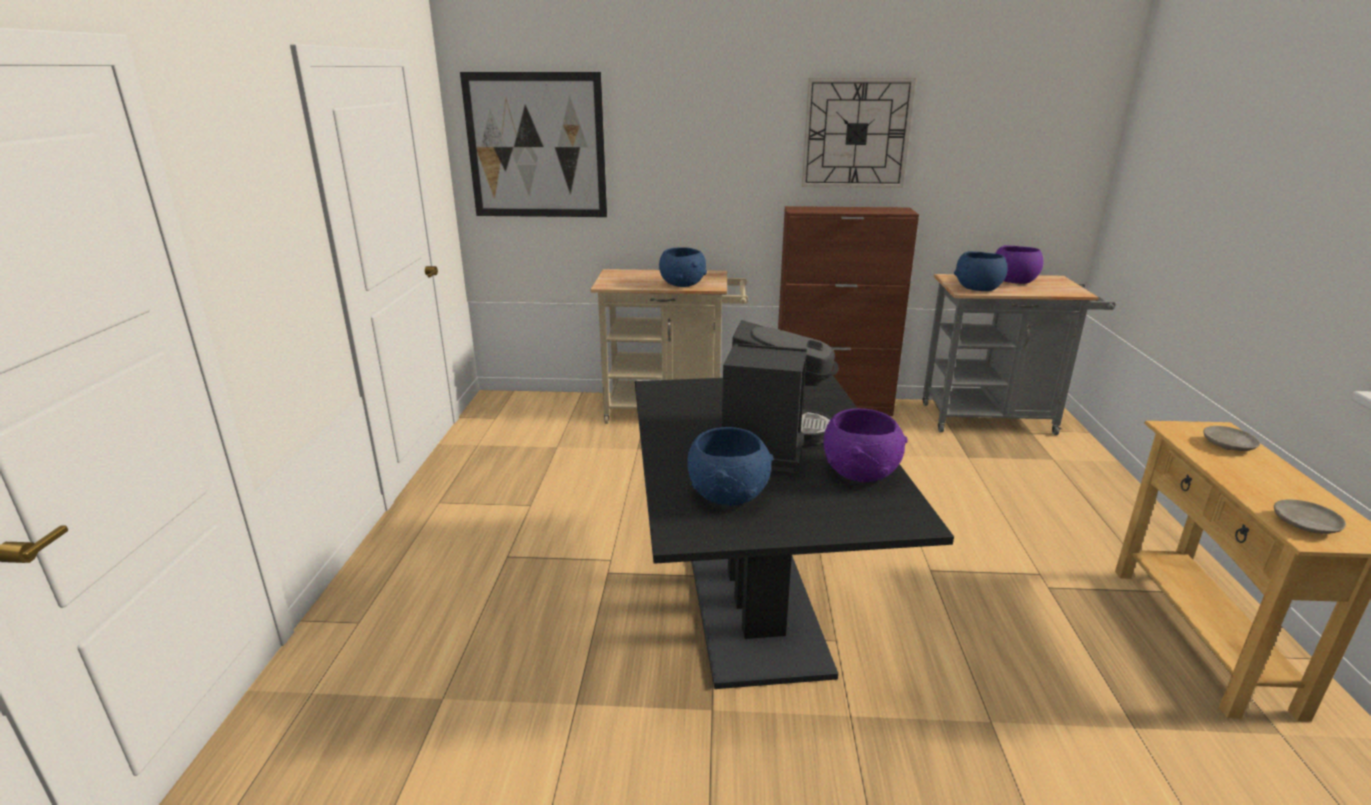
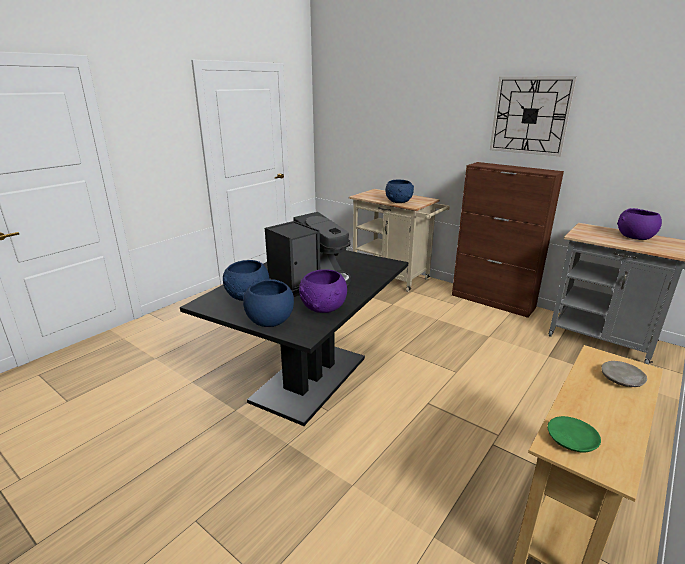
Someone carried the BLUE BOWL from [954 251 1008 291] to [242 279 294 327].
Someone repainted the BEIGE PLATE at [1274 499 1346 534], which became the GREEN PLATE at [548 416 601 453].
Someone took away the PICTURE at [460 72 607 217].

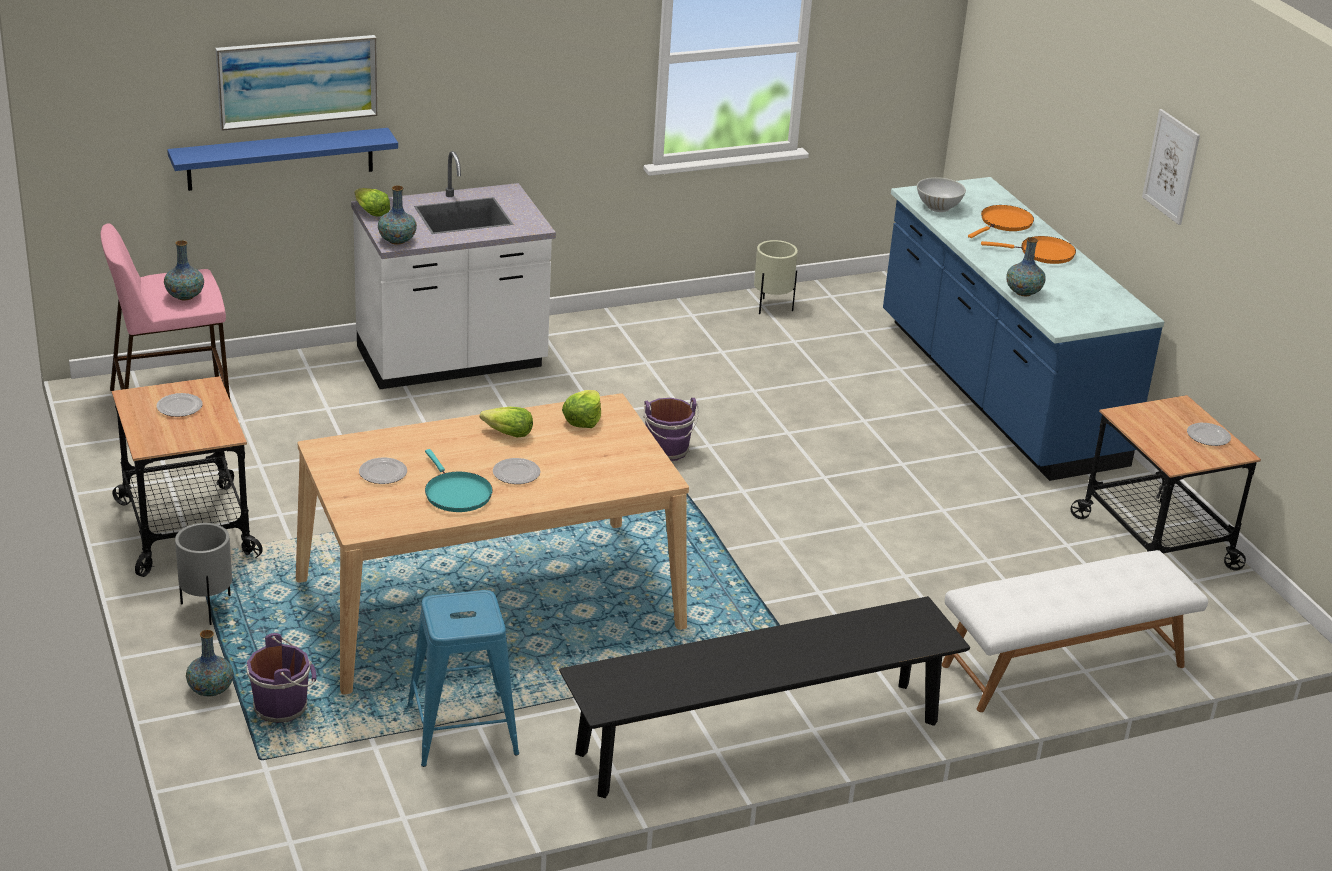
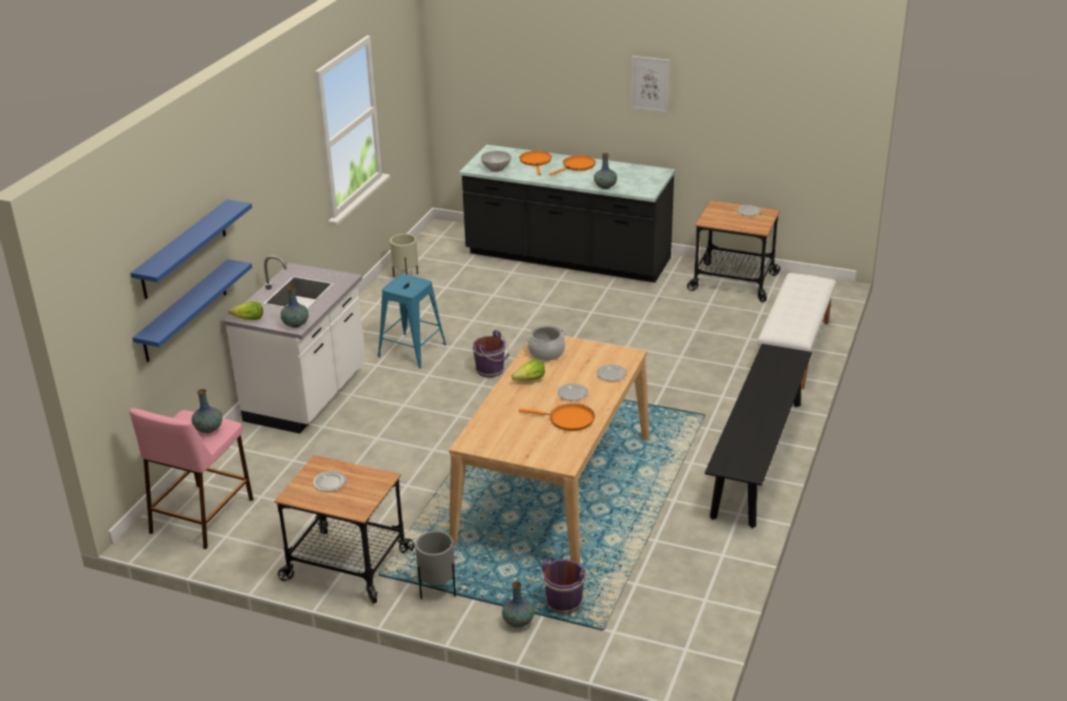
Someone swapped the PICTURE at [215 35 378 131] for the BLUE SHELF at [130 199 252 299].
Someone carried the BLUE STOOL from [407 590 519 767] to [378 274 446 368].
Someone repainted the BLUE COUNTER at [883 177 1165 481], which became the BLACK COUNTER at [459 145 675 283].
Someone repainted the TURQUOISE FRYING PAN at [425 449 493 512], which became the ORANGE FRYING PAN at [519 403 595 431].
Someone swapped the LETTUCE at [562 390 601 428] for the COOKING POT at [526 325 566 361].
Someone carried the PLATE from [359 458 407 484] to [596 365 627 381].

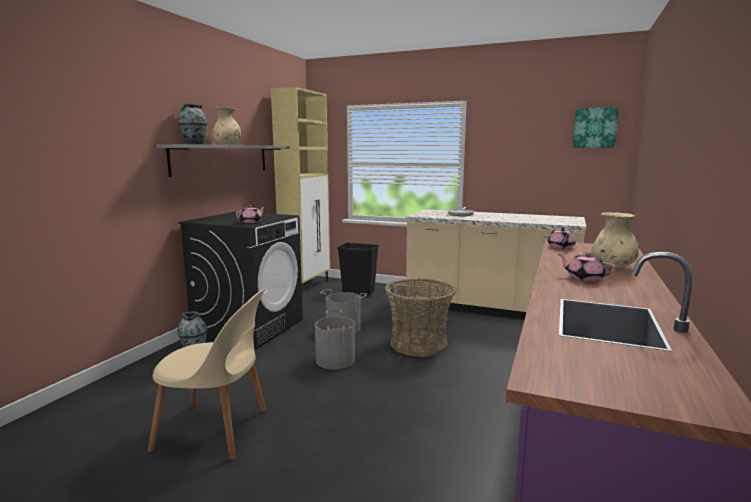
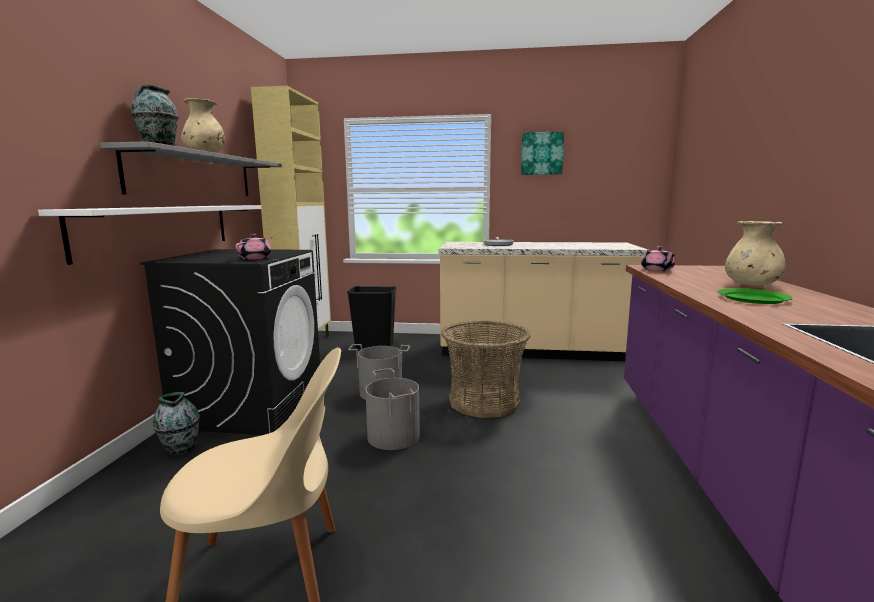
Someone put up the WHITE SHELF at [38 205 261 265].
Someone carried the PICTURE from [573 107 619 148] to [521 131 564 175].
Someone swapped the PINK TEAPOT at [558 252 616 282] for the GREEN PLATE at [718 288 793 304].

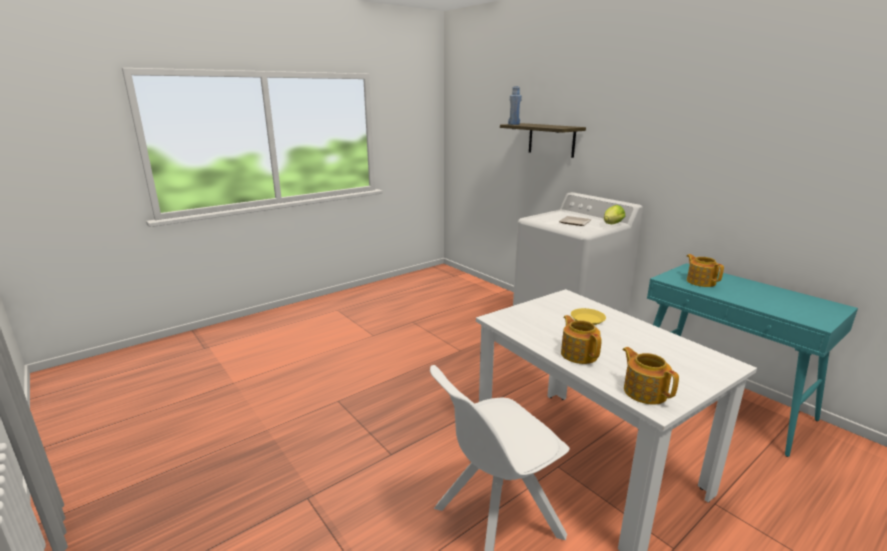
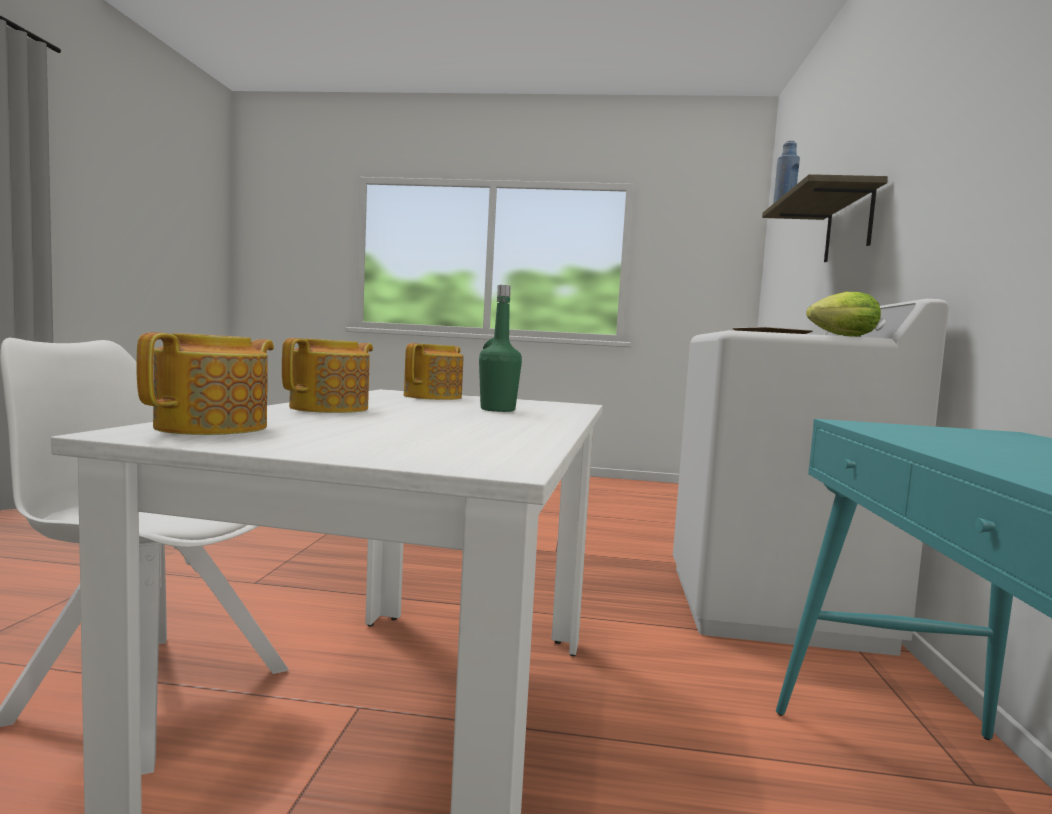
Someone carried the TEAPOT from [687 254 724 287] to [404 343 463 400].
Someone swapped the YELLOW PLATE at [571 308 606 325] for the GREEN BOTTLE at [479 285 522 412].

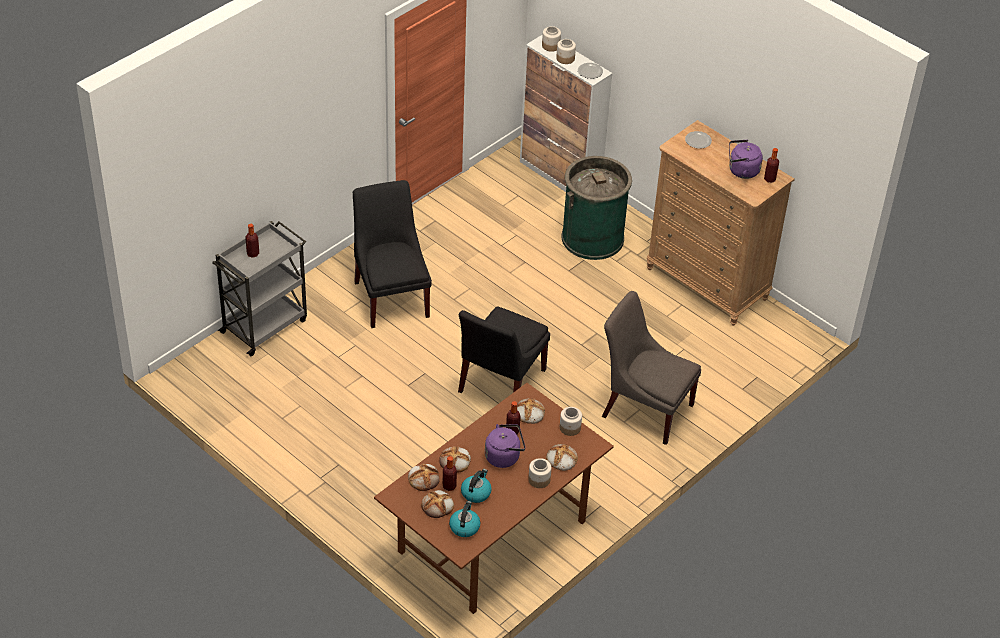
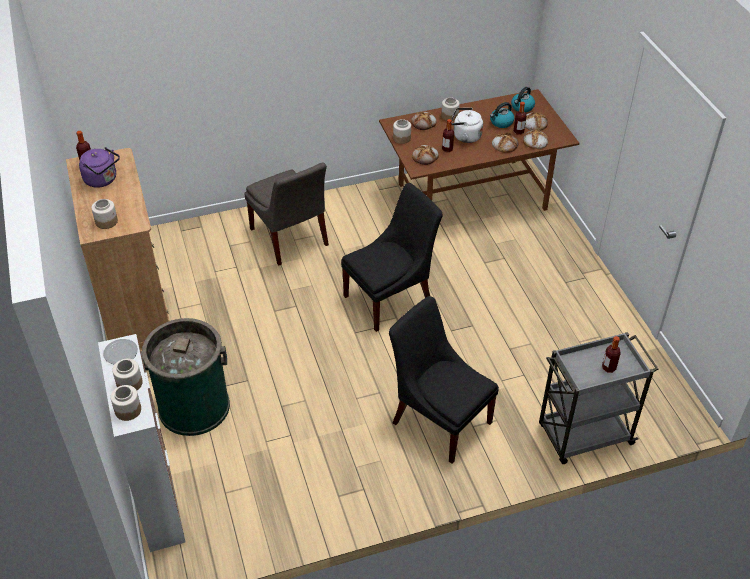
Someone swapped the PLATE at [685 131 712 149] for the JAR at [91 199 118 229].
Someone rotated the BLACK CHAIR at [353 180 432 328] by 120 degrees clockwise.
Someone repainted the PURPLE KETTLE at [485 424 525 468], which became the WHITE KETTLE at [451 108 483 143].

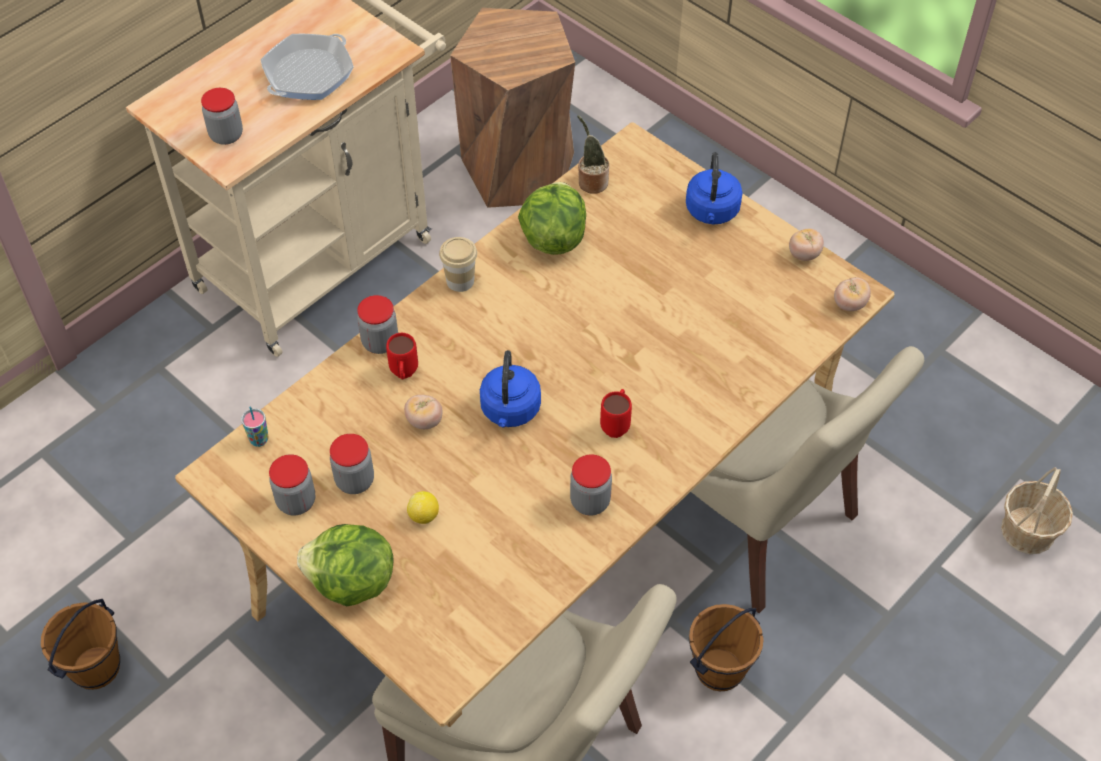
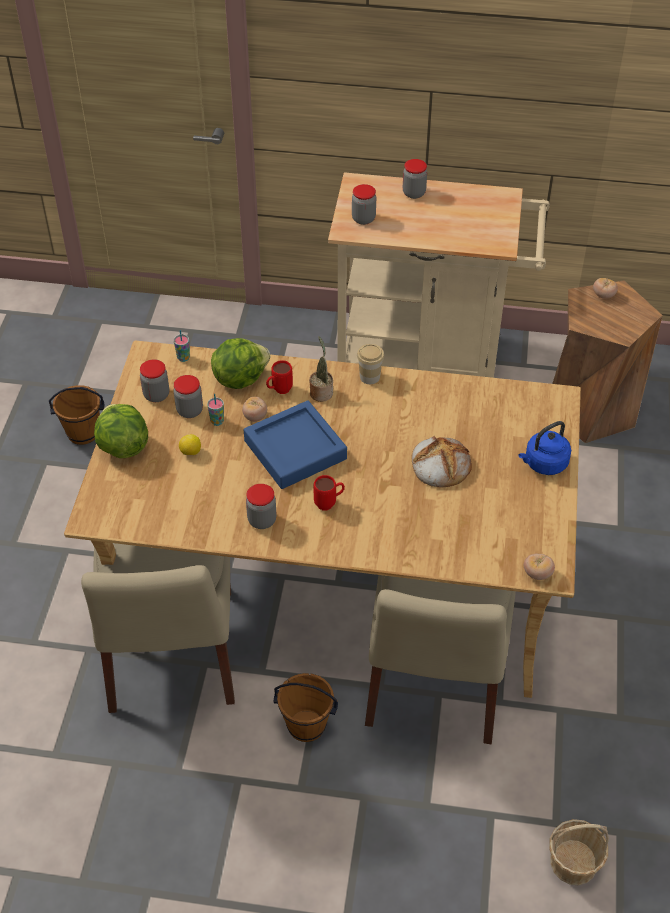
Someone put down the CUP at [207 394 224 426].
Someone carried the LETTUCE from [518 182 586 255] to [211 338 271 389].
Someone swapped the BLUE KETTLE at [480 350 541 427] for the BLUE TRAY at [244 400 347 489].
Someone carried the POTTED PLANT from [577 115 609 194] to [309 336 333 402].
Someone carried the JAR from [357 295 398 354] to [403 159 427 199].
Someone put down the BREAD at [411 436 472 487].
Someone carried the TOMATO from [789 229 824 261] to [593 278 618 299].
Someone took away the FRYING PAN at [260 34 354 100].

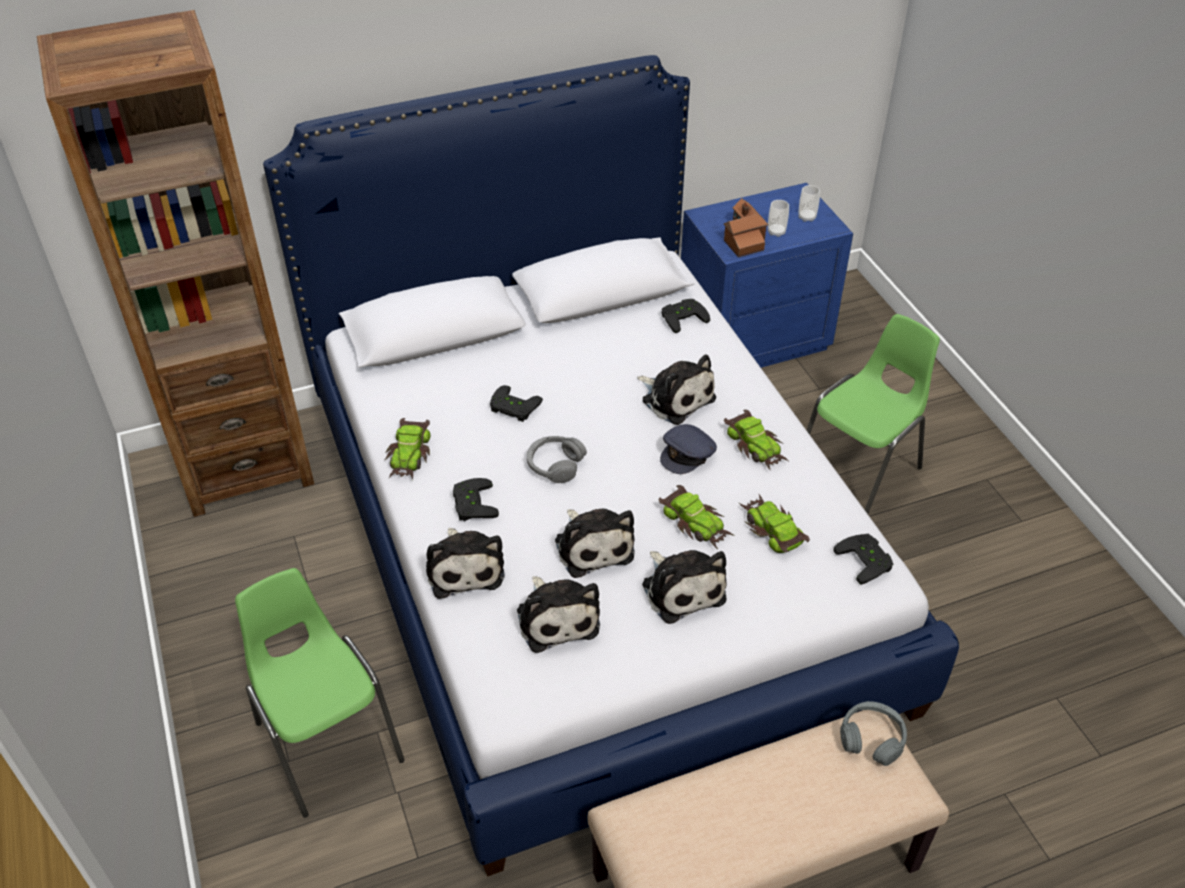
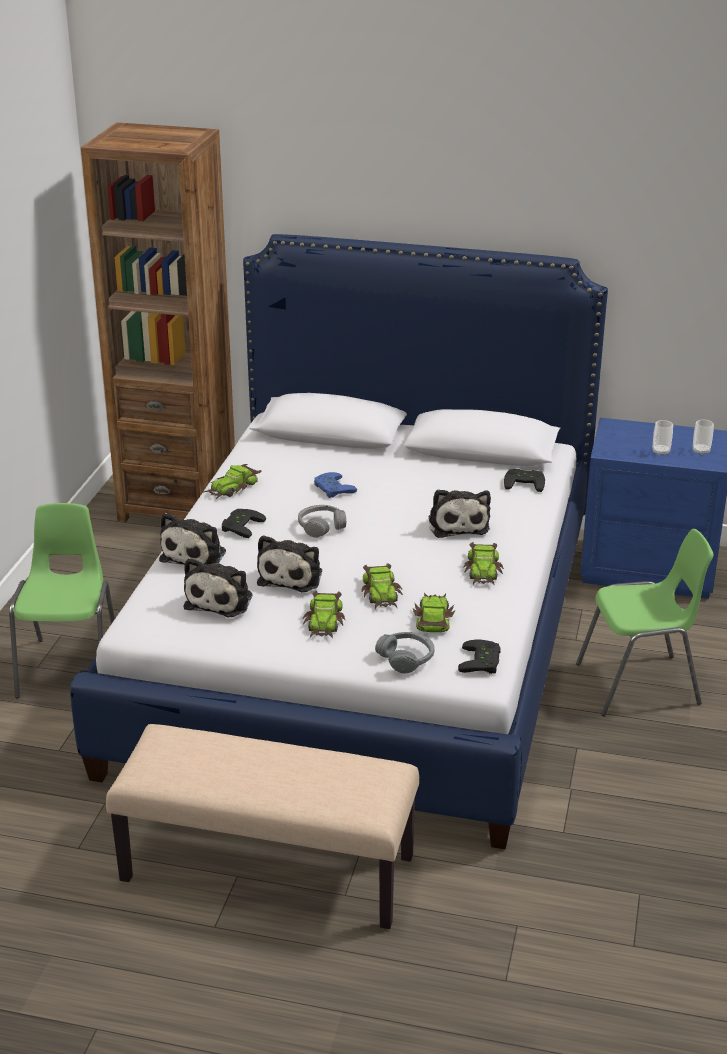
Someone swapped the PLUSH TOY at [642 550 727 624] for the TOY CAR at [303 591 345 639].
Someone repainted the BLACK GAME CONTROLLER at [490 385 543 422], which became the BLUE GAME CONTROLLER at [314 472 357 498].
Someone carried the GREY HEADPHONES from [840 701 907 766] to [375 632 435 673].
Someone took away the GREY CAP at [660 424 717 474].
Someone took away the TOY HOUSE at [724 198 768 257].

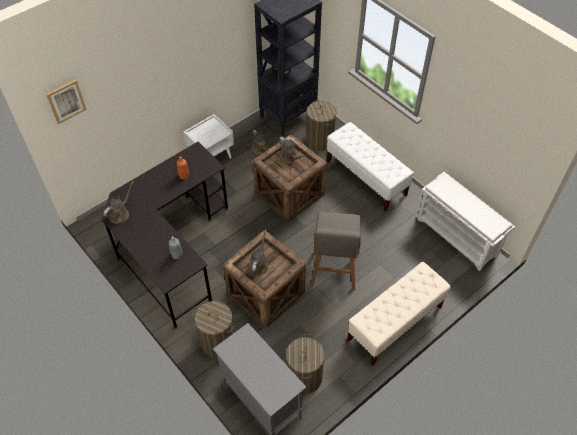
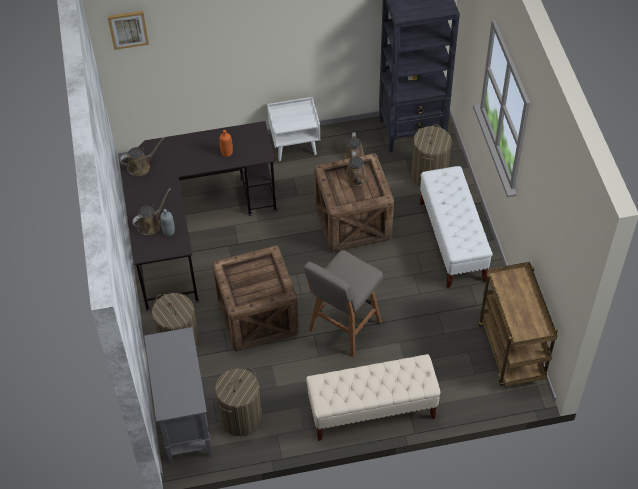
Someone carried the BROWN WATERING CAN from [248 229 269 276] to [132 188 171 235].
Someone swapped the WHITE SHOE RACK at [417 172 515 271] for the BROWN CART at [478 262 558 387].

